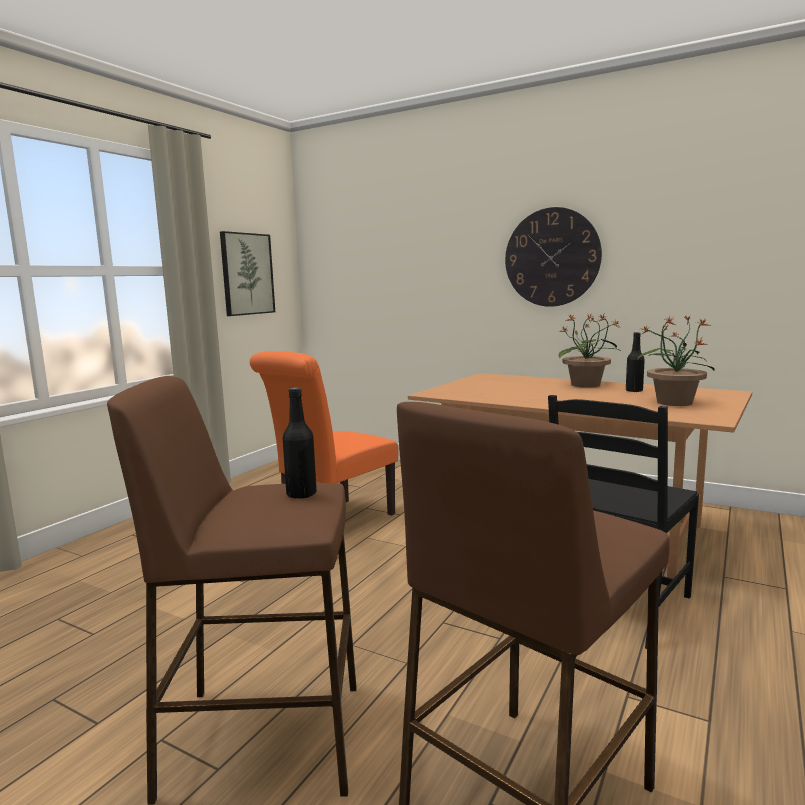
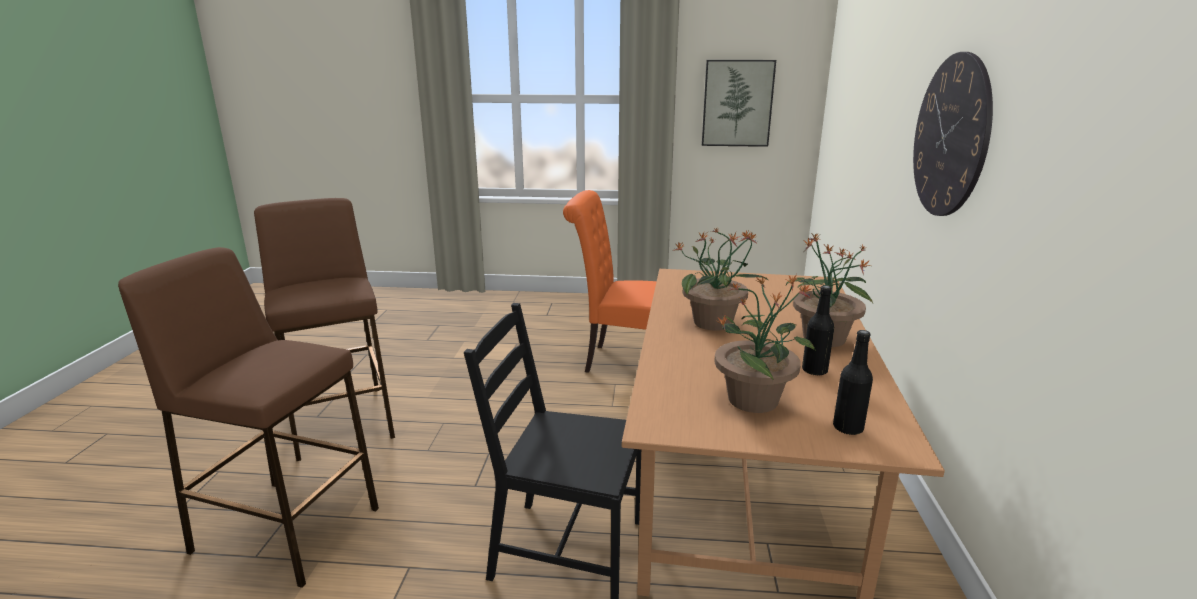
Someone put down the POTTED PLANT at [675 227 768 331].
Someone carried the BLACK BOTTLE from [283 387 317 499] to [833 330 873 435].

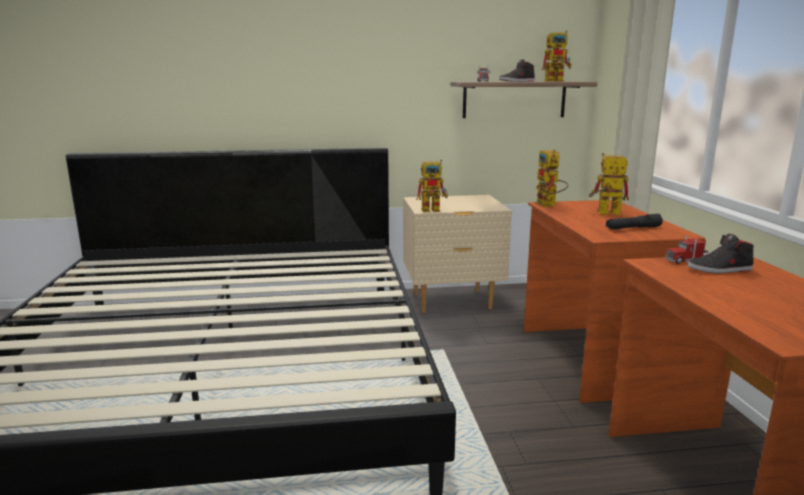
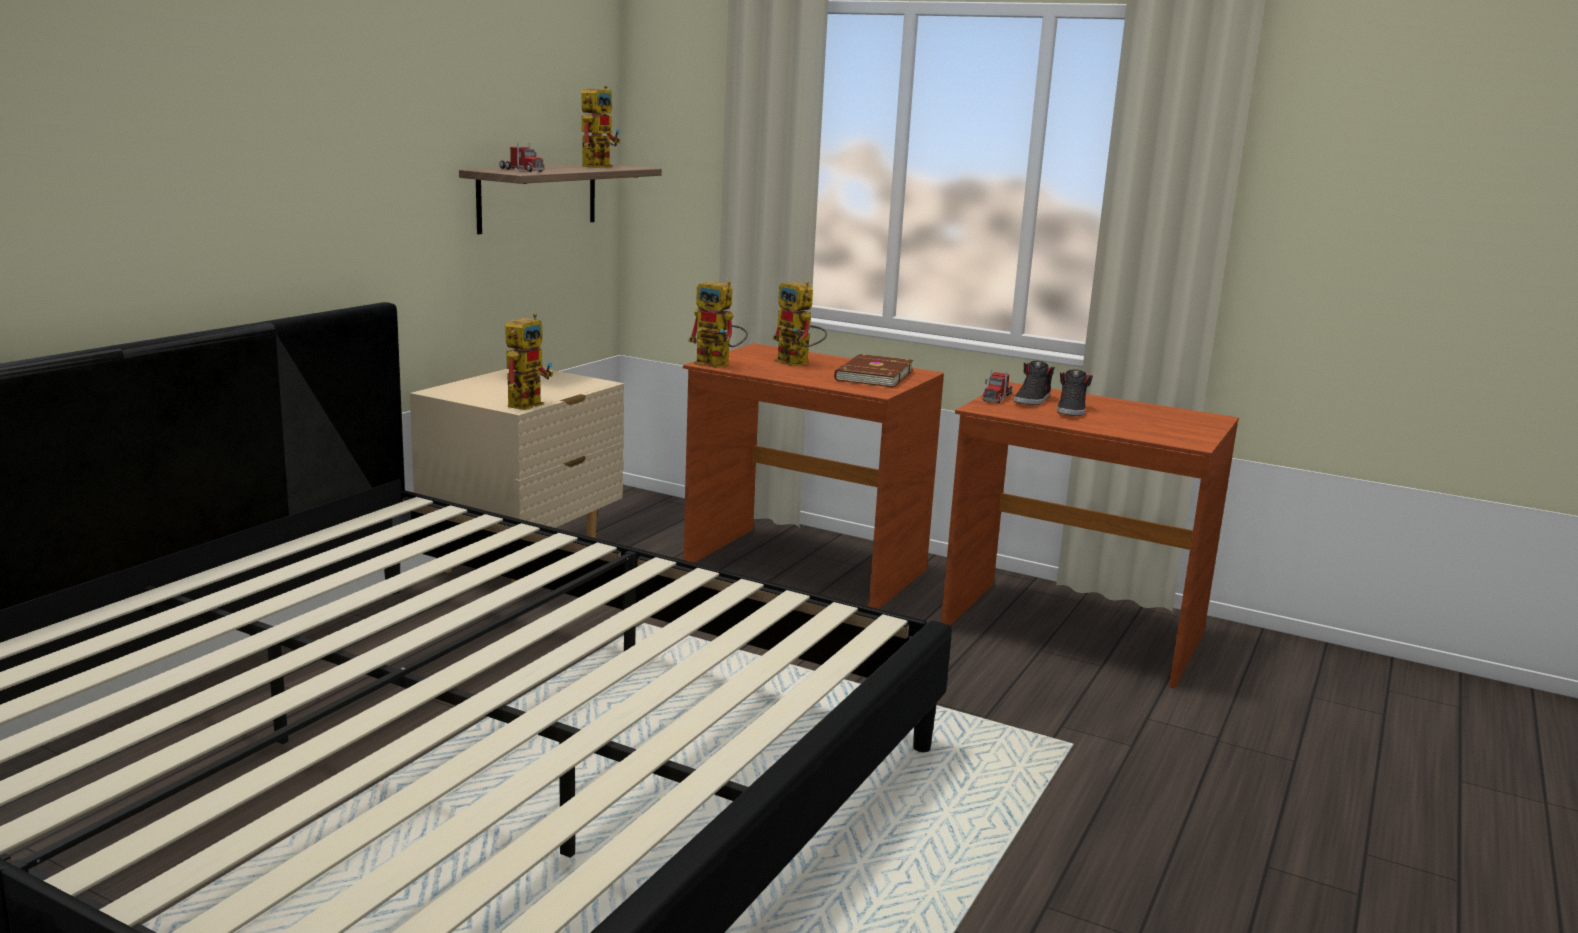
Someone rotated the TOY ROBOT at [589 153 629 215] by 90 degrees counterclockwise.
Someone swapped the BLACK FLASHLIGHT at [606 214 663 230] for the BROWN BOOK at [834 354 914 387].
Someone carried the BLACK SHOE from [499 59 535 82] to [1057 369 1093 416].

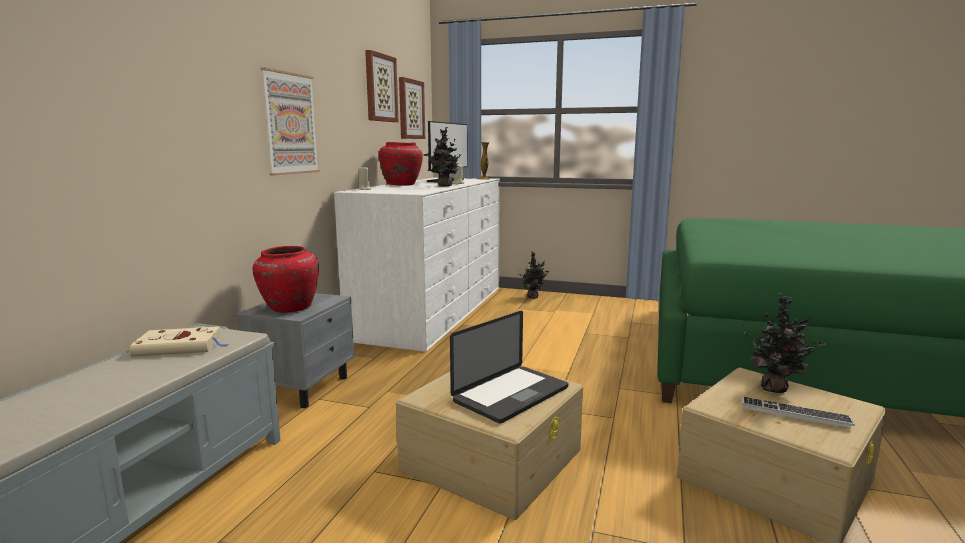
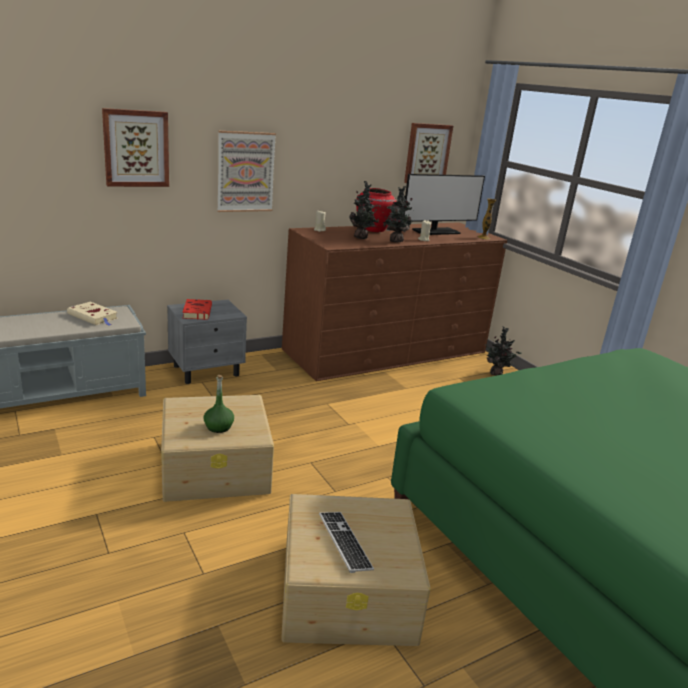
Someone carried the PICTURE from [365 50 399 122] to [102 108 169 187].
Someone swapped the RED VASE at [253 246 319 313] for the RED BOOK at [182 299 212 320].
Someone swapped the LAPTOP at [450 310 568 424] for the GREEN BOTTLE at [204 375 234 433].
Someone repainted the WHITE DRESSER at [334 177 500 352], which became the BROWN DRESSER at [282 222 507 381].
Someone carried the POTTED PLANT from [744 293 826 393] to [349 181 378 239].

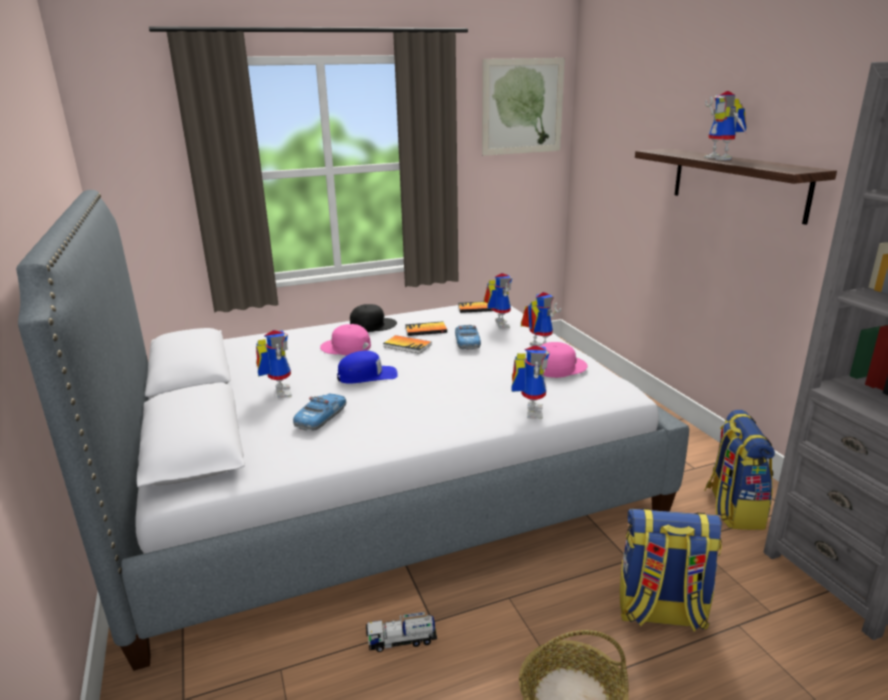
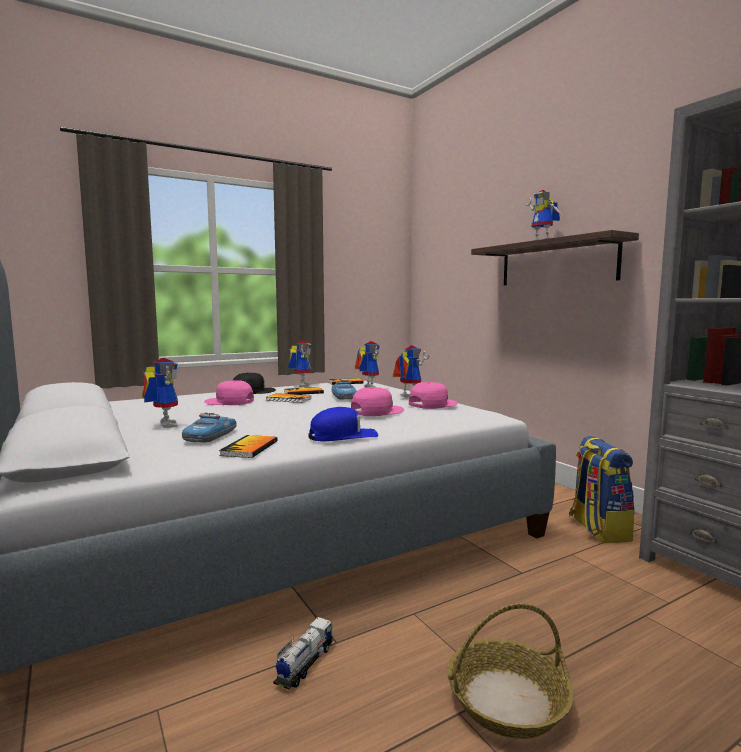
Someone put down the BOOK at [219 435 278 458].
Someone rotated the TOY TRUCK at [366 612 437 652] by 135 degrees clockwise.
Someone carried the TOY ROBOT from [511 345 550 419] to [288 340 311 387].
Someone carried the BLUE CAP from [337 350 398 384] to [308 407 378 442].
Someone put down the PINK CAP at [351 387 404 416].
Someone took away the PICTURE at [482 58 565 156].
Someone took away the BACKPACK at [620 508 722 632].

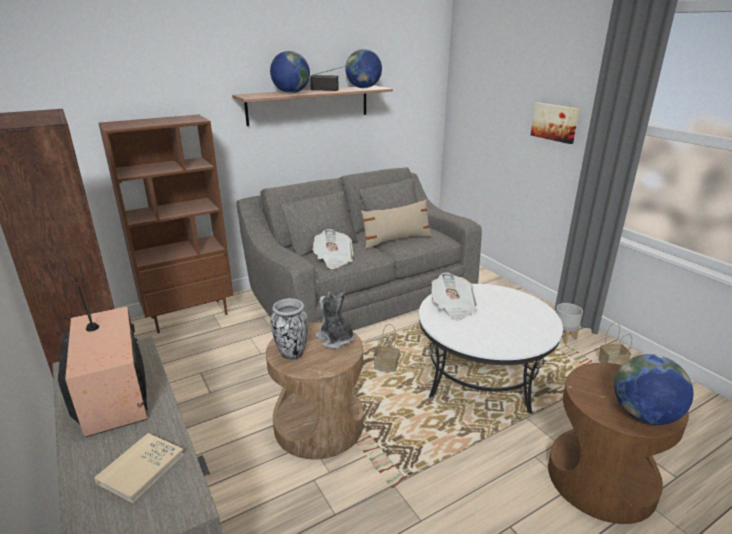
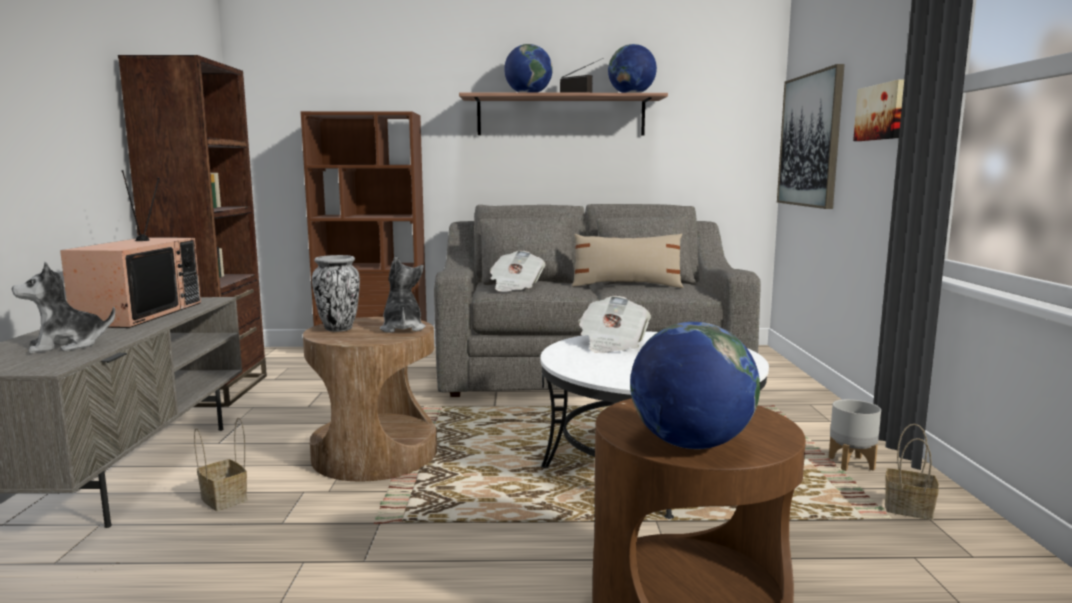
Someone swapped the BEIGE BOOK at [94 433 184 504] for the PLUSH TOY at [12 262 115 354].
Someone carried the BASKET from [373 324 399 372] to [194 418 247 511].
Someone put up the PICTURE at [777 64 845 209].

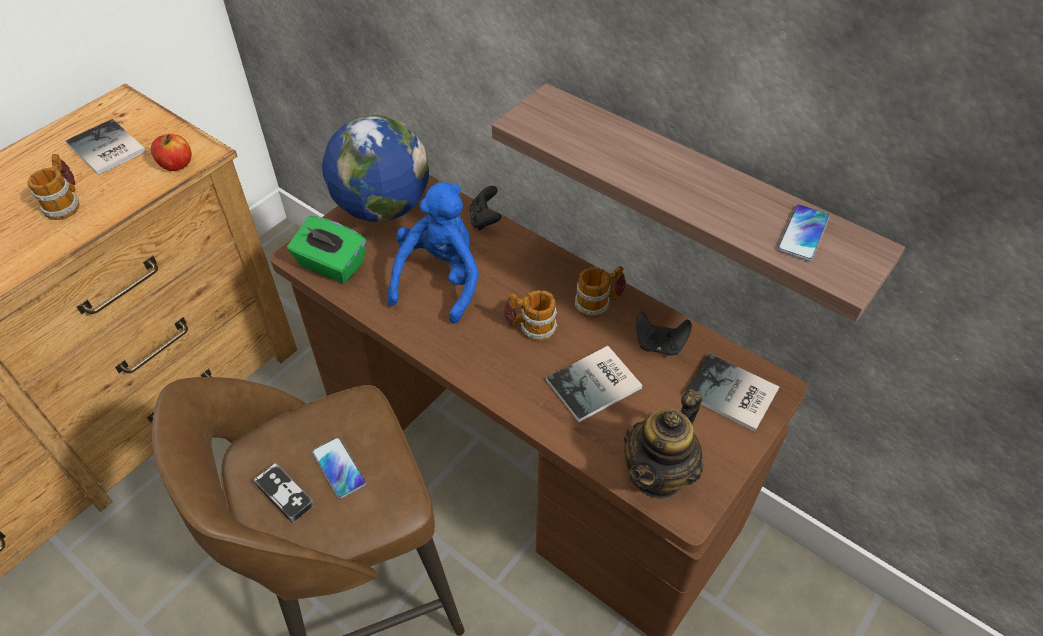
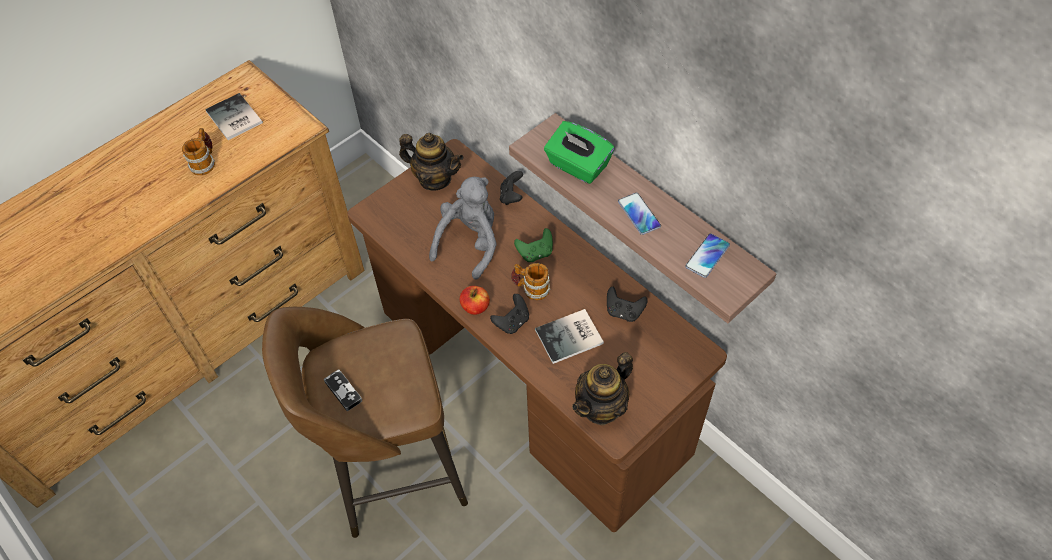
Someone swapped the GLOBE at [322 115 429 222] for the TEAPOT at [399 133 464 191].
Someone repainted the BLUE PLUSH TOY at [388 182 479 324], which became the GREY PLUSH TOY at [429 177 497 280].
Someone carried the APPLE from [151 134 192 171] to [460 286 490 315].
Someone put down the BLACK GAME CONTROLLER at [490 294 529 334].
Someone put down the GREEN GAME CONTROLLER at [514 228 553 262].
Someone carried the GREEN TISSUE BOX from [287 216 366 283] to [544 121 614 184].
Someone carried the PHONE from [312 437 367 499] to [618 193 661 235].
Someone took away the MUG at [575 266 626 318].
Someone took away the BOOK at [683 353 779 432].

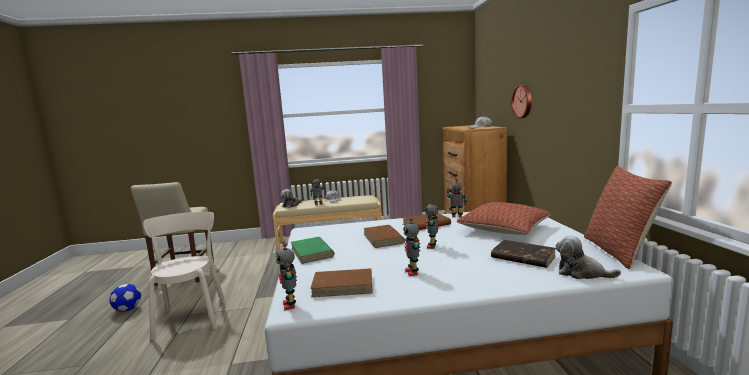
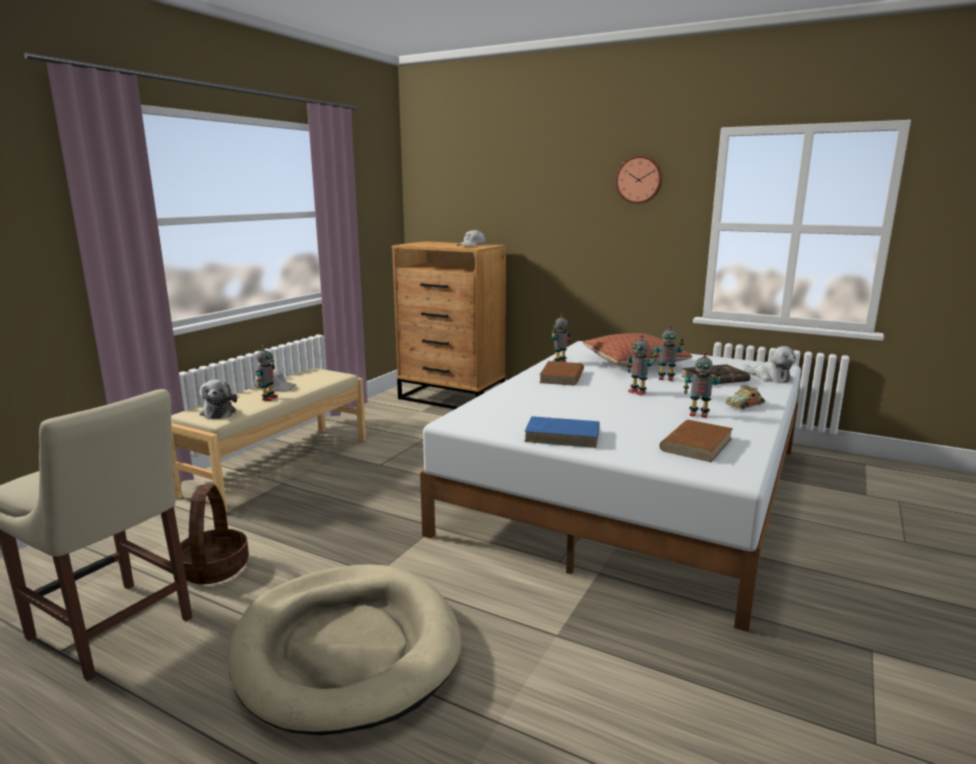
Someone put down the BASKET at [180 484 249 584].
Someone swapped the BEIGE CHAIR at [143 212 225 340] for the BEIGE DOG BED at [228 564 461 735].
Someone repainted the GREEN BOOK at [291 237 335 264], which became the BLUE BOOK at [524 416 599 448].
Someone carried the WALL CLOCK from [512 85 532 119] to [616 156 663 204].
Someone carried the TOY ROBOT from [276 243 297 310] to [653 325 684 381].
Someone put down the TOY CAR at [725 385 765 409].
Someone rotated the PLUSH TOY at [556 235 621 279] by 105 degrees counterclockwise.
Someone took away the FOOTBALL at [109 284 141 312].
Someone took away the BROWN BOOK at [363 225 405 248].
Someone took away the PILLOW at [584 166 672 269].

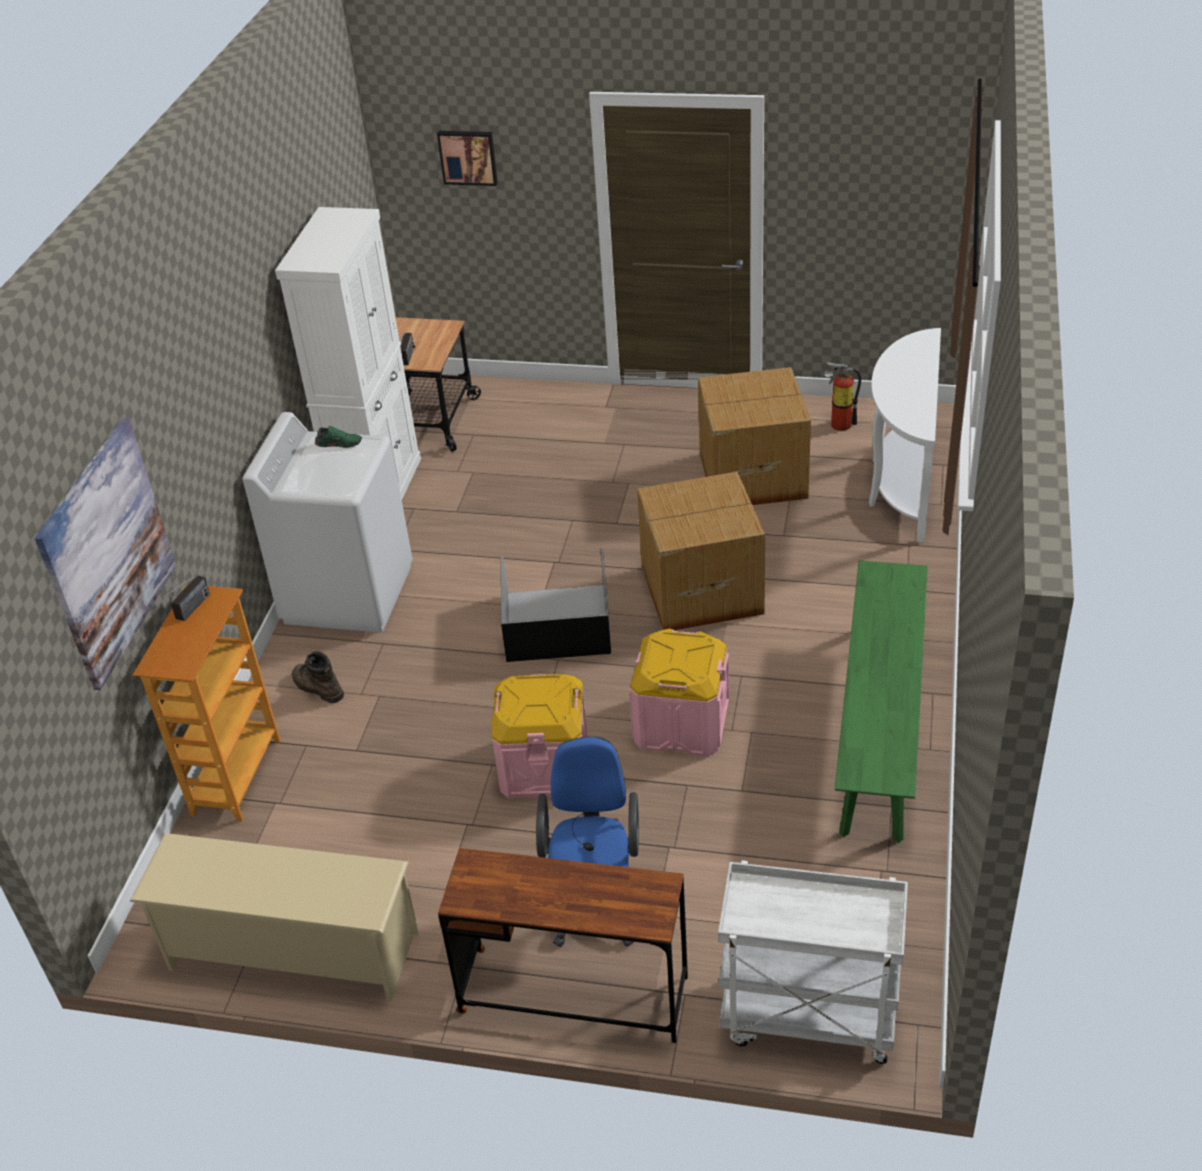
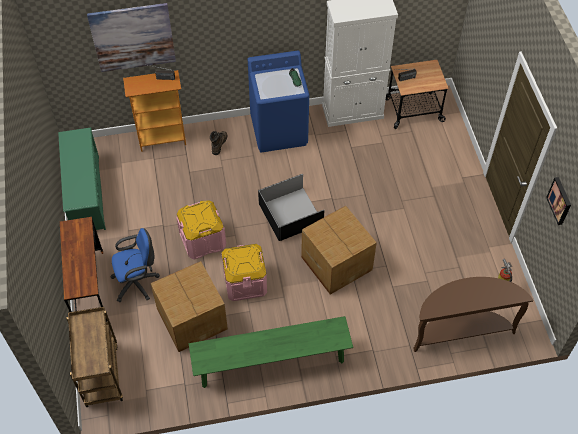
Someone repainted the BEIGE SHOE RACK at [130 833 419 1001], which became the GREEN SHOE RACK at [58 127 106 230].
Someone repainted the WHITE CART at [718 860 908 1064], which became the BROWN CART at [67 307 123 407].
Someone carried the CARDBOARD BOX from [698 367 811 505] to [150 261 228 352].
Someone repainted the WHITE WASHING MACHINE at [243 412 412 632], which became the BLUE WASHING MACHINE at [248 51 309 152].
Someone repainted the WHITE CONSOLE TABLE at [869 328 941 543], which became the BROWN CONSOLE TABLE at [413 277 533 352].
Someone carried the PICTURE from [437 131 498 186] to [546 177 571 225].

